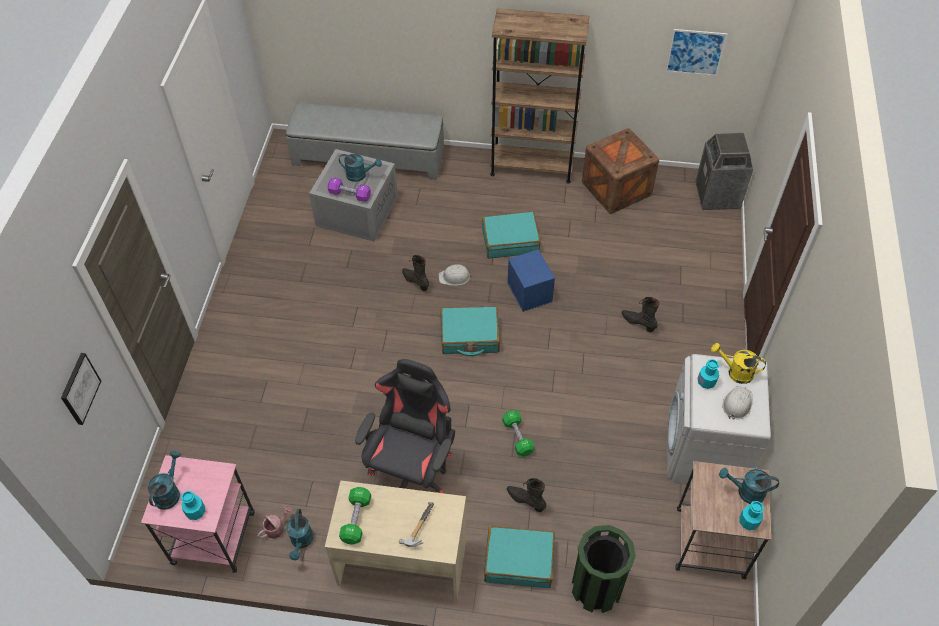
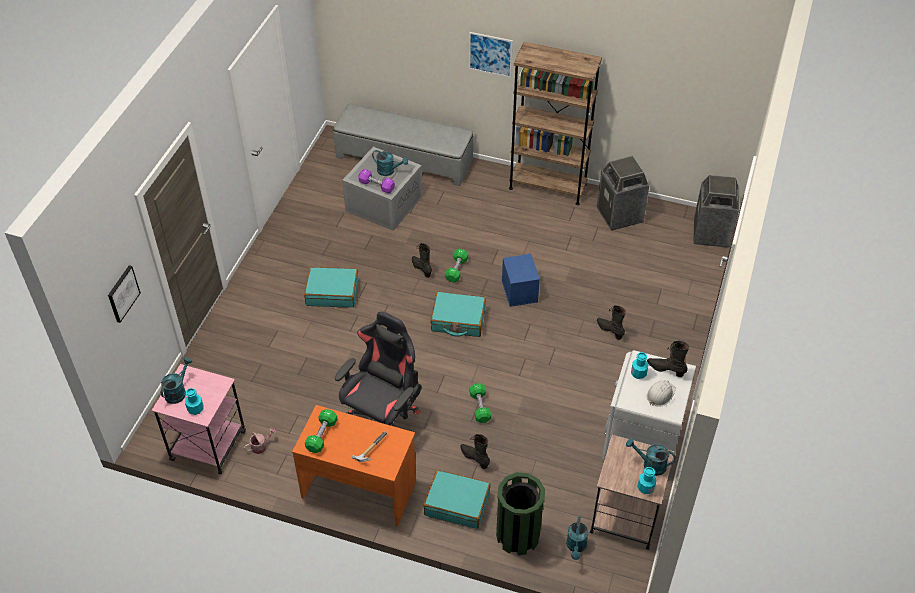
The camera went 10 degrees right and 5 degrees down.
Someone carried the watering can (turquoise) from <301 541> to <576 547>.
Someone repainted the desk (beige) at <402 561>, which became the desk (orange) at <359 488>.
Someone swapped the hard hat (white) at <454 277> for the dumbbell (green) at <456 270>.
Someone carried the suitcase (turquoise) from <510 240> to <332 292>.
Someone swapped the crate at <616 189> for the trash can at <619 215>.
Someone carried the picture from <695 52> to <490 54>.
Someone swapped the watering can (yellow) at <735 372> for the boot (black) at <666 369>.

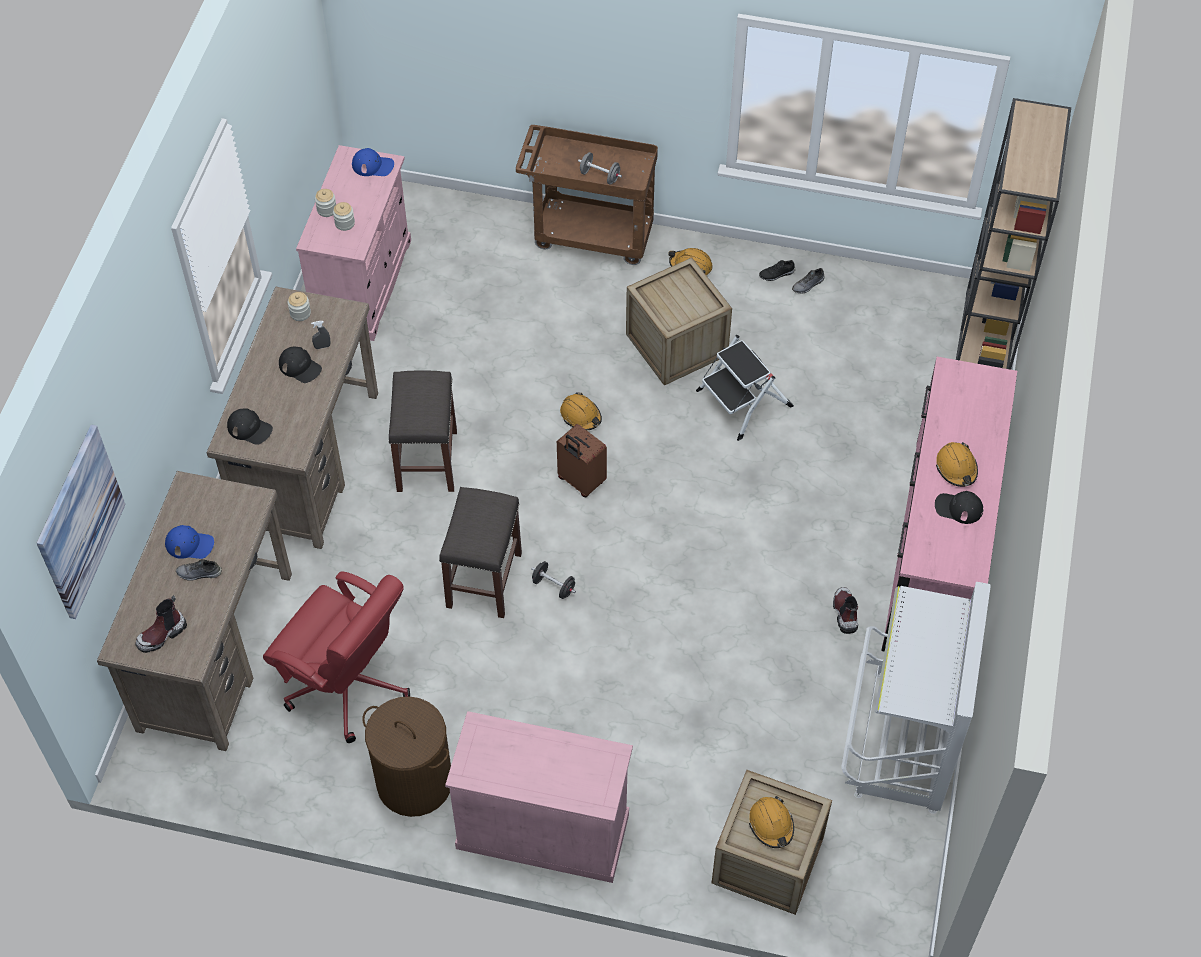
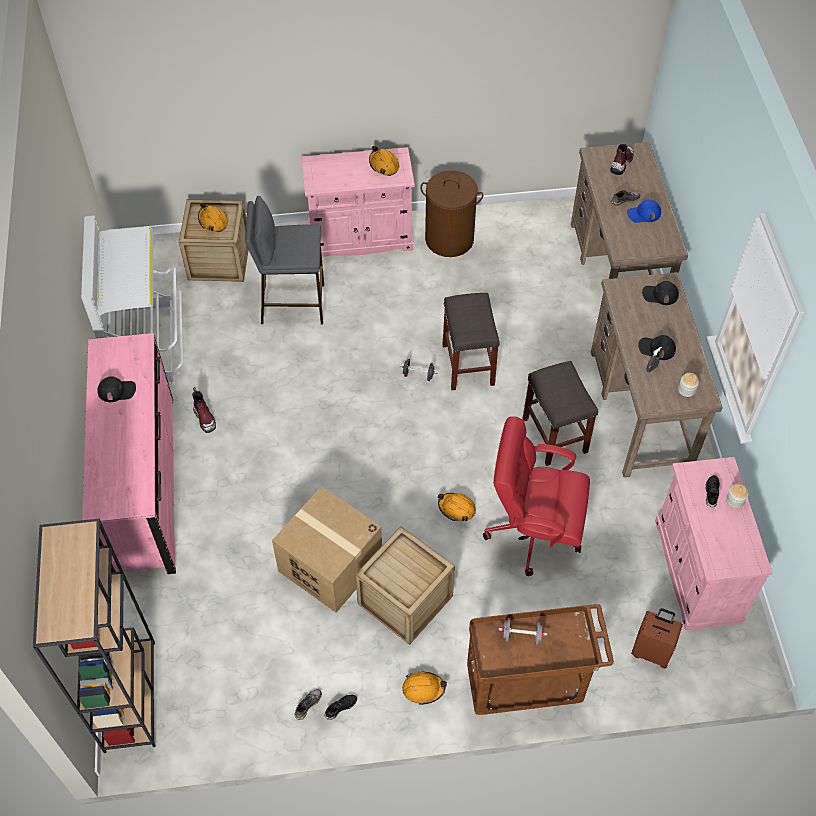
The camera went 160 degrees right and 0 degrees up.
Someone took away the picture at <79 522>.
Someone carried the office chair (red) from <347 684> to <534 531>.
Someone swapped the jar at <345 223> for the shoe (black) at <711 492>.
Someone took away the cap (blue) at <373 165>.
Someone carried the suitcase (brown) from <580 481> to <651 651>.
Someone swapped the step ladder at <744 400> for the cardboard box at <330 564>.
Someone carried the hard hat (orange) from <956 468> to <384 165>.
Someone put down the stool (grey) at <292 304>.

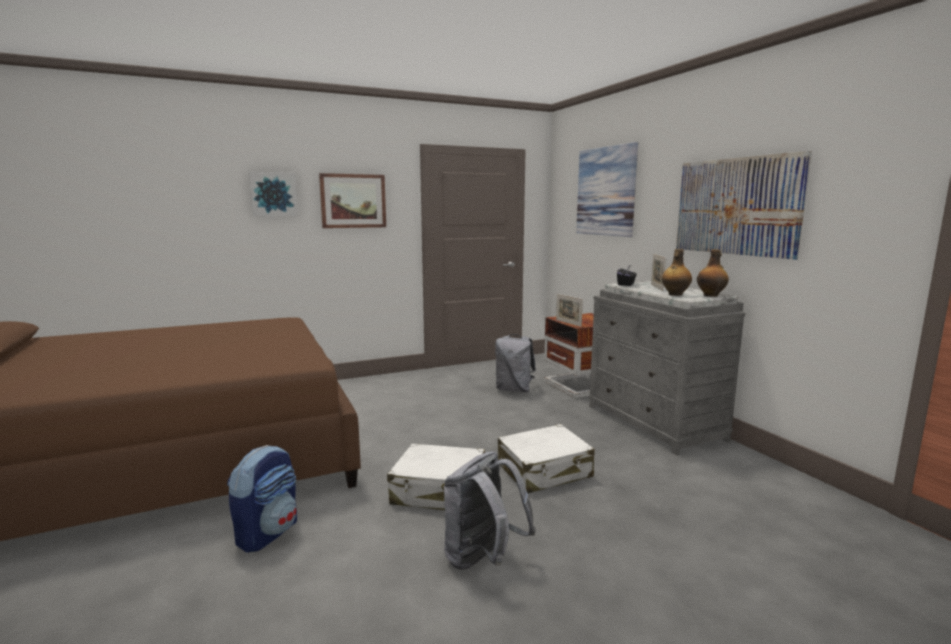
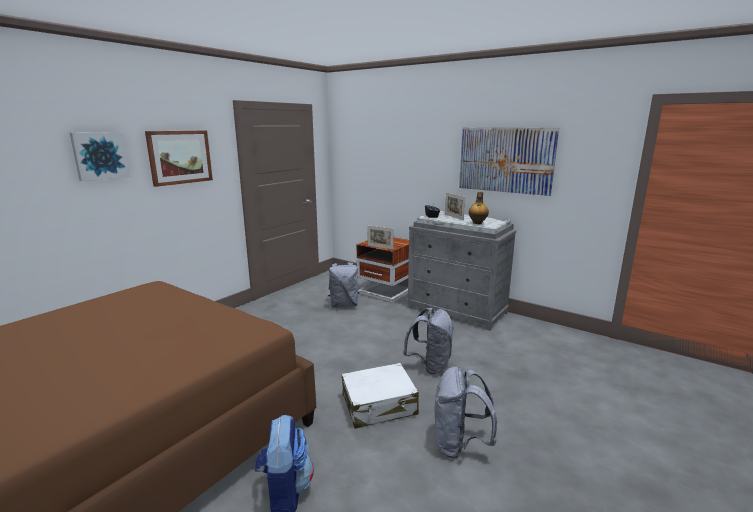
The camera went 30 degrees left and 5 degrees up.
Someone swapped the suitcase (white) at <544 471> for the backpack (grey) at <430 366>.
Someone took away the picture at <606 191>.
Someone took away the bottle at <711 295>.

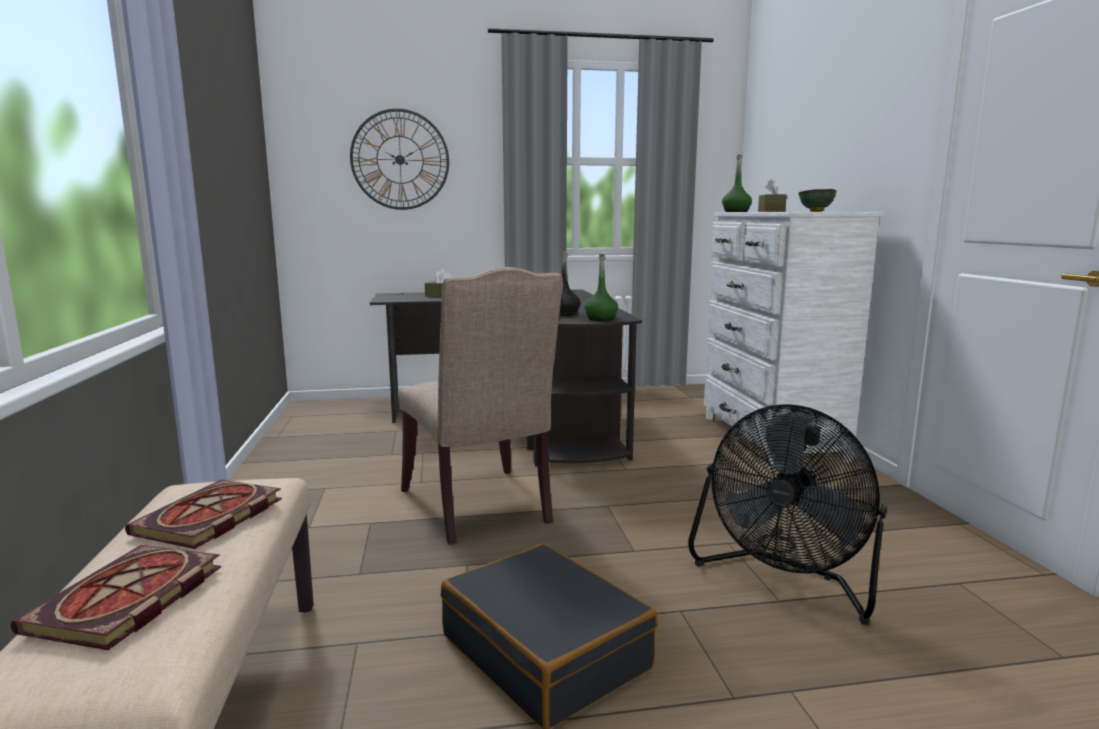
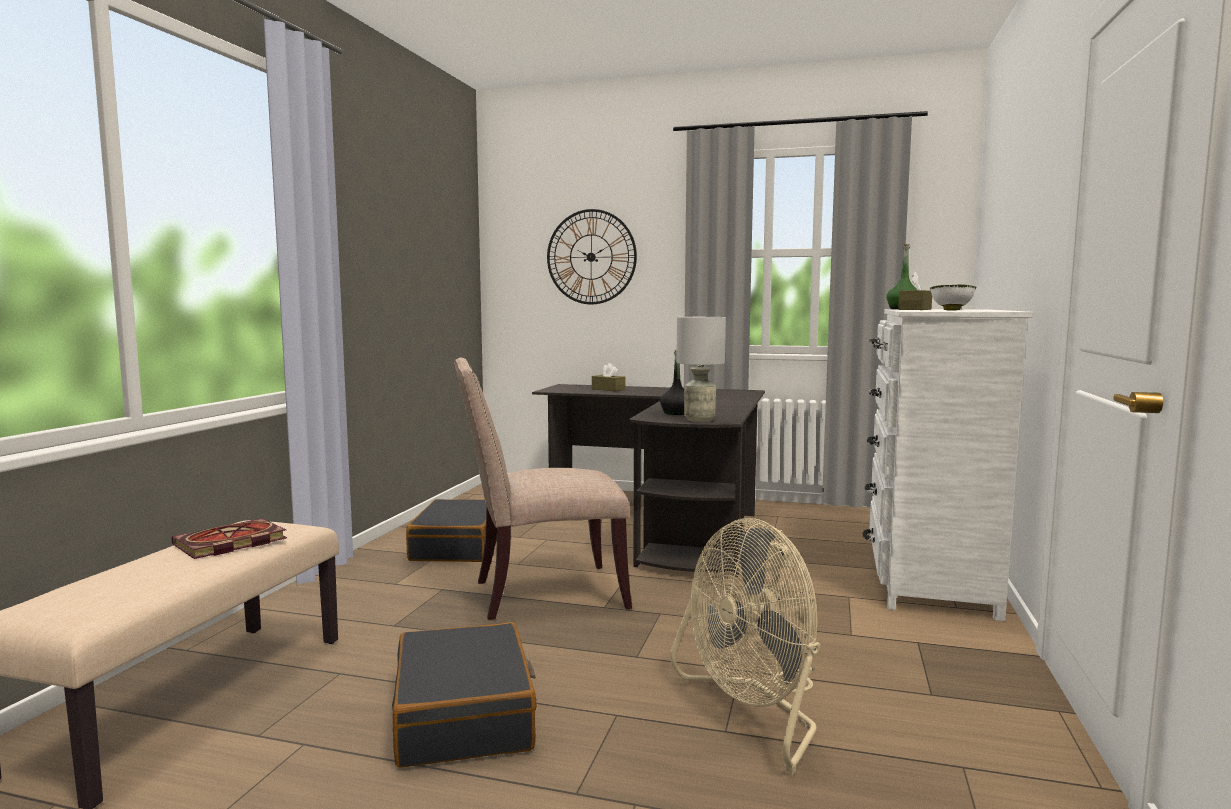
The camera went 25 degrees right and 5 degrees down.
Someone took away the book at <126 602>.
Someone rotated the chair (beige) at <480 508> by 75 degrees clockwise.
Someone swapped the bottle (green) at <601 319> for the table lamp (grey) at <700 420>.
Someone repainted the fan (black) at <781 575>, which became the fan (beige) at <757 710>.
Someone repainted the bowl (green) at <815 211>, which became the bowl (white) at <950 310>.
Someone put down the suitcase (black) at <457 546>.

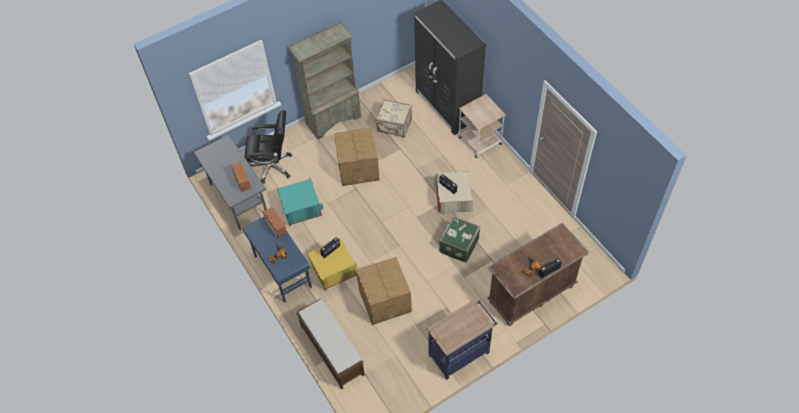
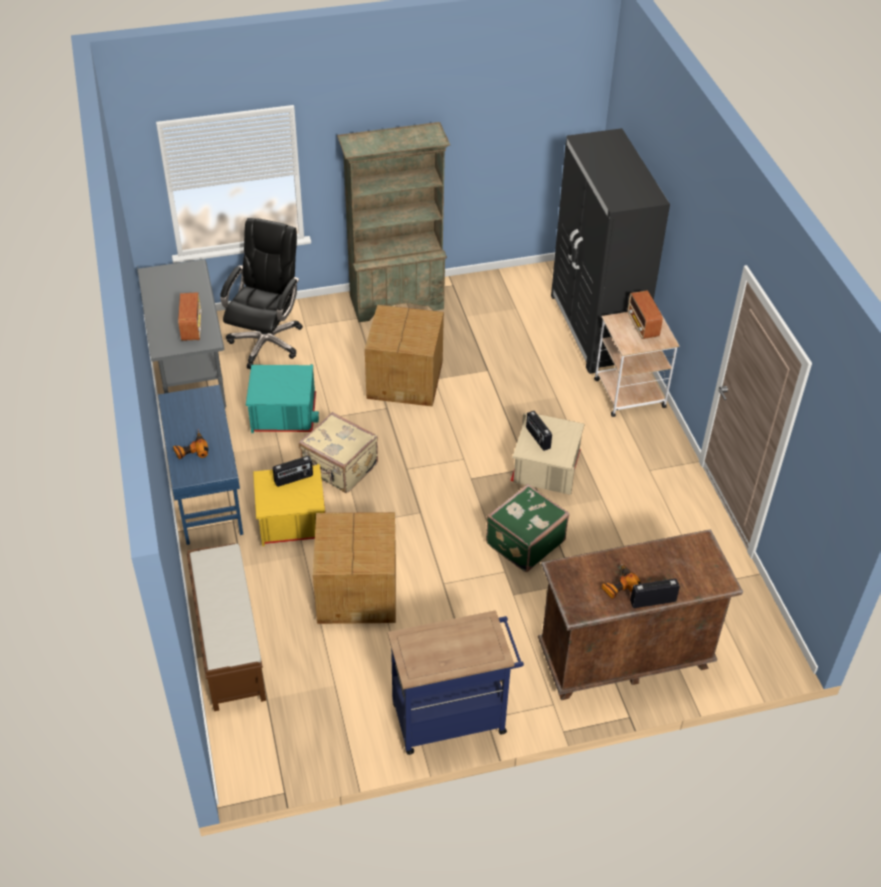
The camera went 15 degrees right and 10 degrees down.
Someone rotated the office chair (black) at <272 166> by 90 degrees counterclockwise.
Someone carried the radio from <276 227> to <642 326>.
Someone carried the suitcase (beige) from <394 126> to <339 468>.

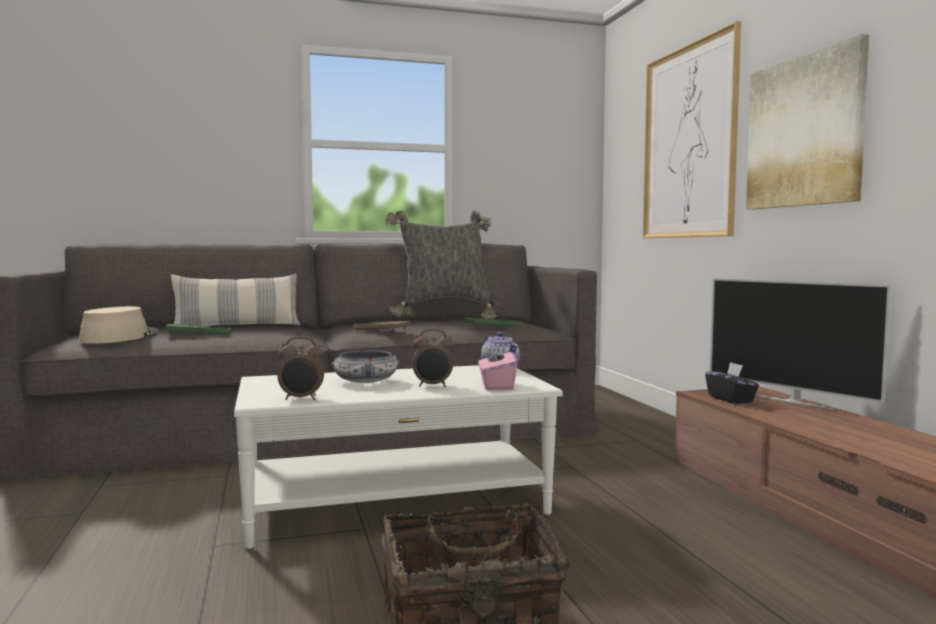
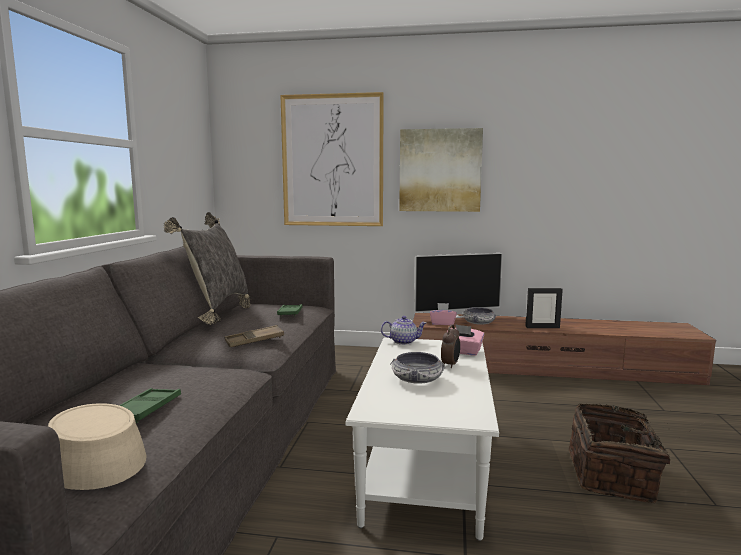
The camera went 65 degrees left and 5 degrees up.
Someone took away the pillow at <237 327>.
Someone took away the alarm clock at <301 399>.
Someone repainted the tissue box (black) at <731 399>, which became the tissue box (pink) at <442 323>.
Someone put down the bowl at <479 323>.
Someone put down the picture frame at <542 327>.

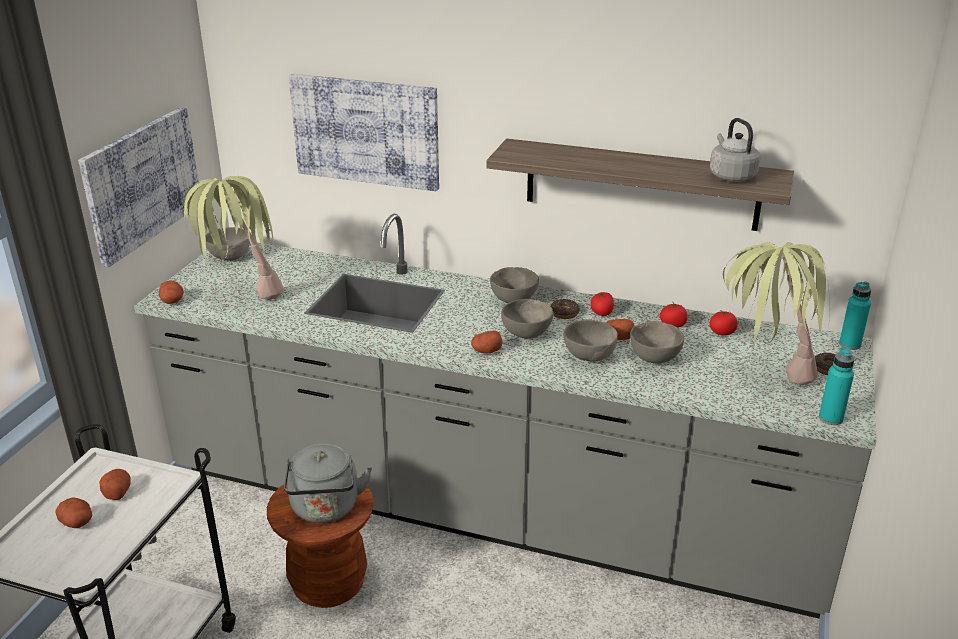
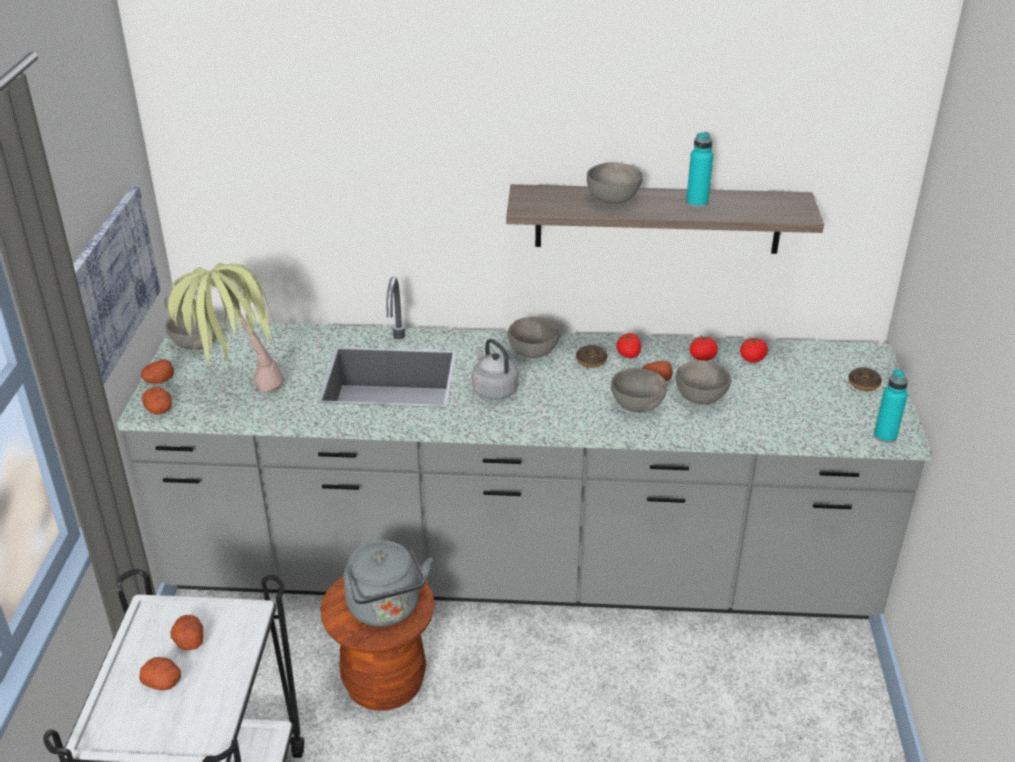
The camera went 15 degrees left and 5 degrees up.
Someone took away the picture at <366 131>.
Someone carried the potato from <486 351> to <159 380>.
Someone carried the bowl (grey) from <527 334> to <614 200>.
Someone carried the kettle (grey) from <730 176> to <493 389>.
Someone took away the potted plant at <763 378>.
Someone carried the bottle (turquoise) from <849 344> to <697 203>.

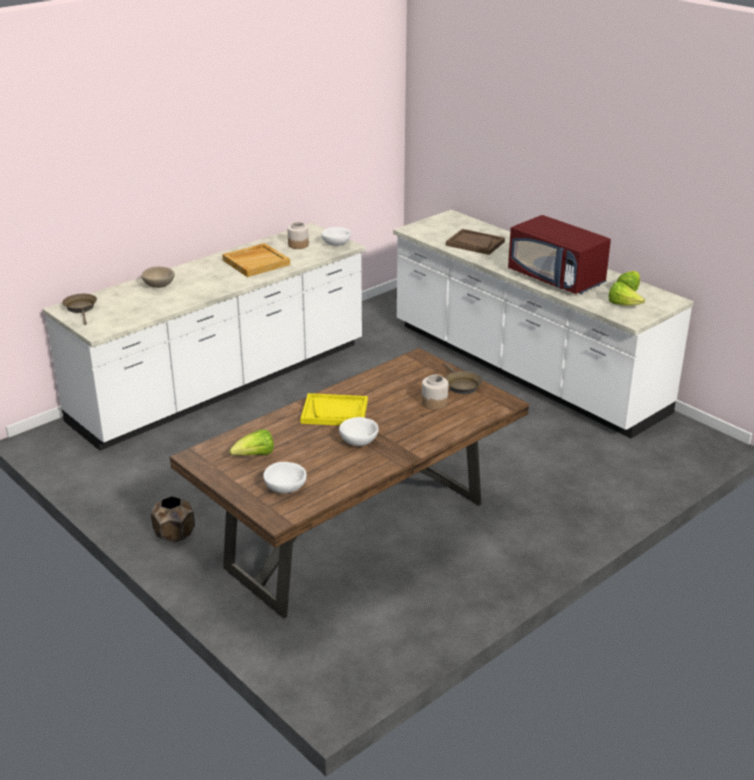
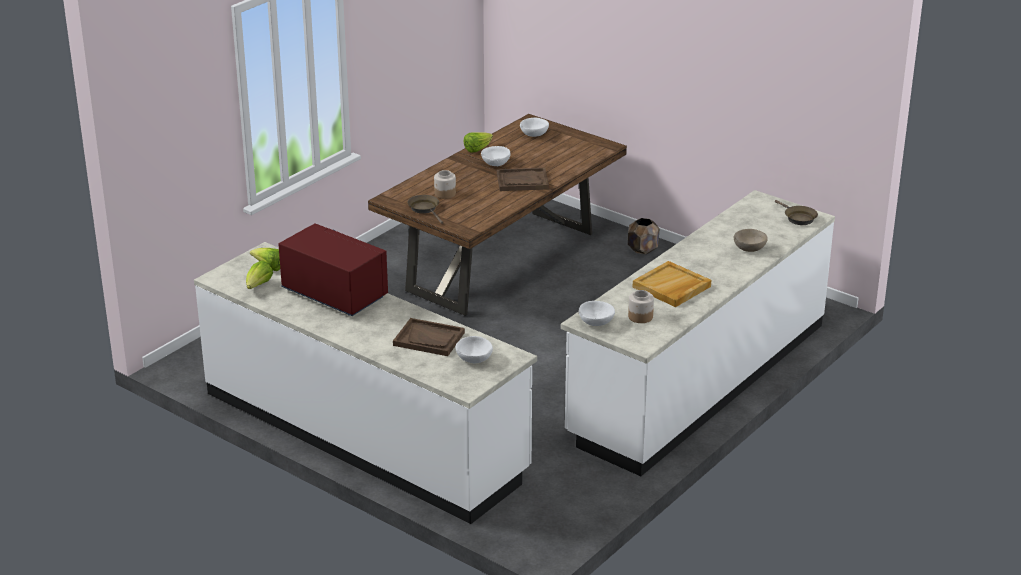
The camera went 170 degrees right and 0 degrees up.
Someone carried the lettuce from <255 456> to <477 149>.
Someone repainted the tray (yellow) at <335 412>, which became the tray (brown) at <522 181>.
Someone put down the bowl (white) at <473 359>.

